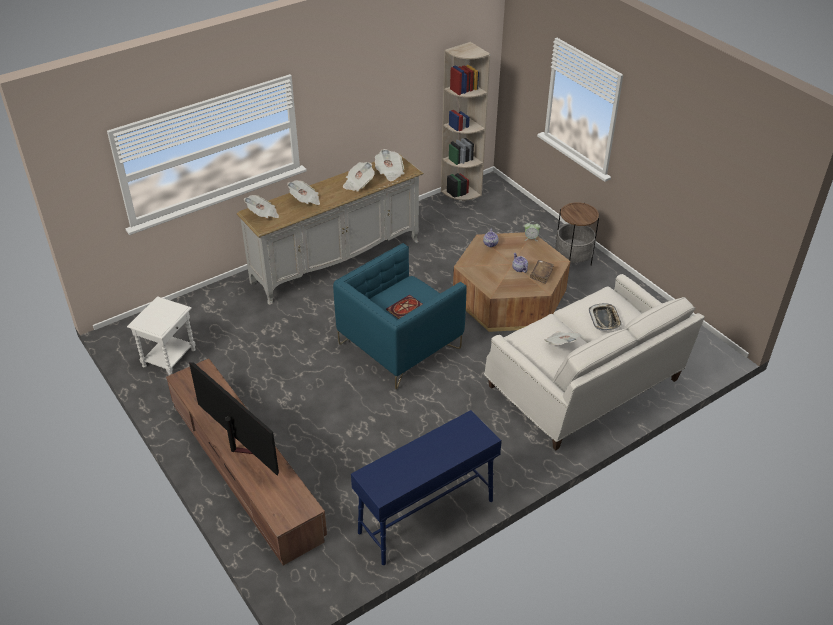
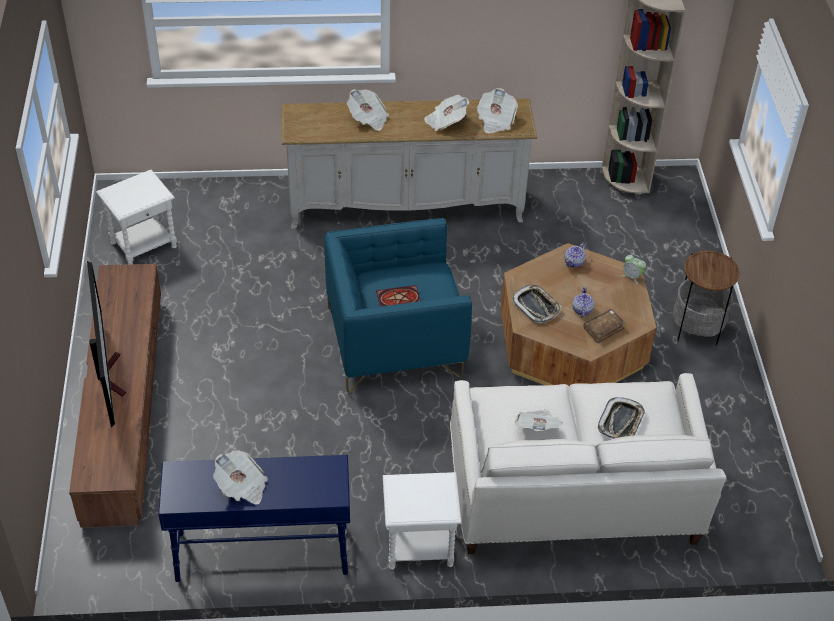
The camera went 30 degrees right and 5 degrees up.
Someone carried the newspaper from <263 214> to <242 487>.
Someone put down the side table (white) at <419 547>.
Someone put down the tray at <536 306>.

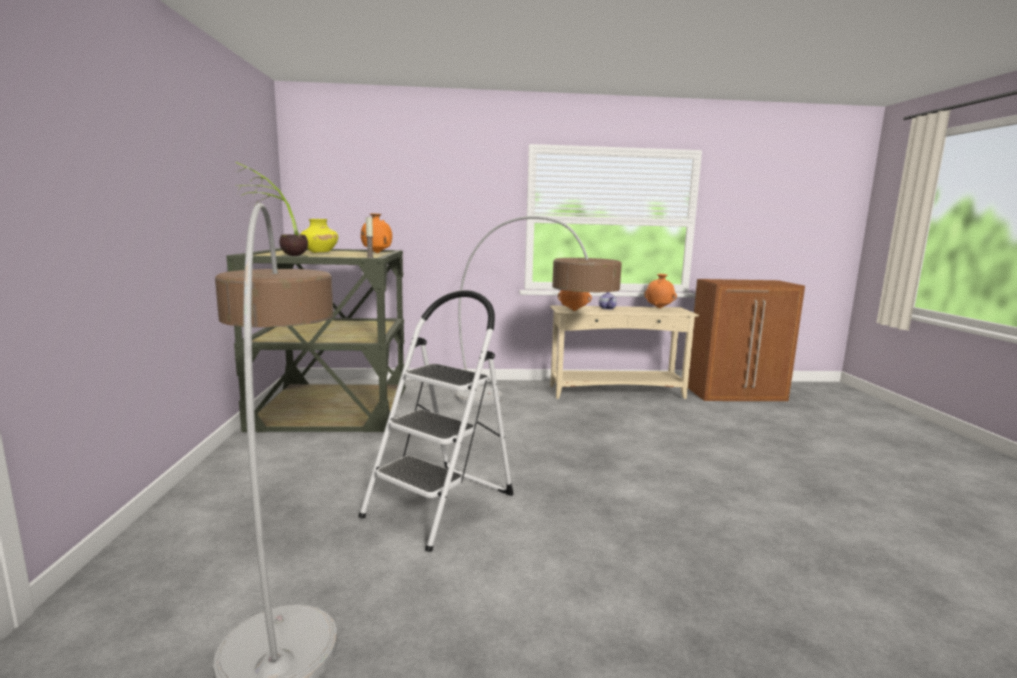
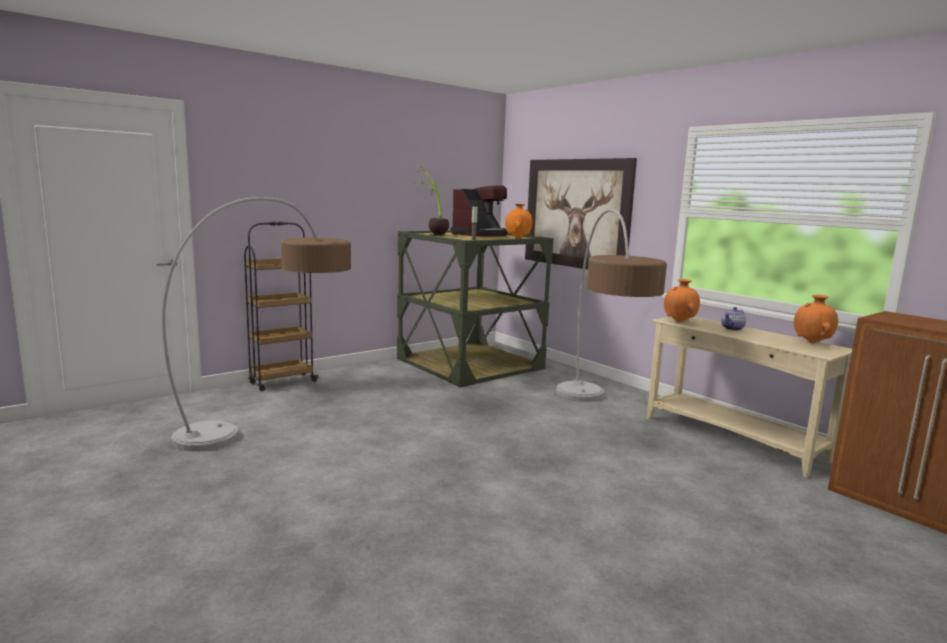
The camera went 55 degrees right and 0 degrees up.
Someone swapped the vase (yellow) at <320 252> for the coffee machine at <480 234>.
Someone took away the step ladder at <443 504>.
Someone put down the cart (brown) at <282 382>.
Someone put up the picture at <576 213>.

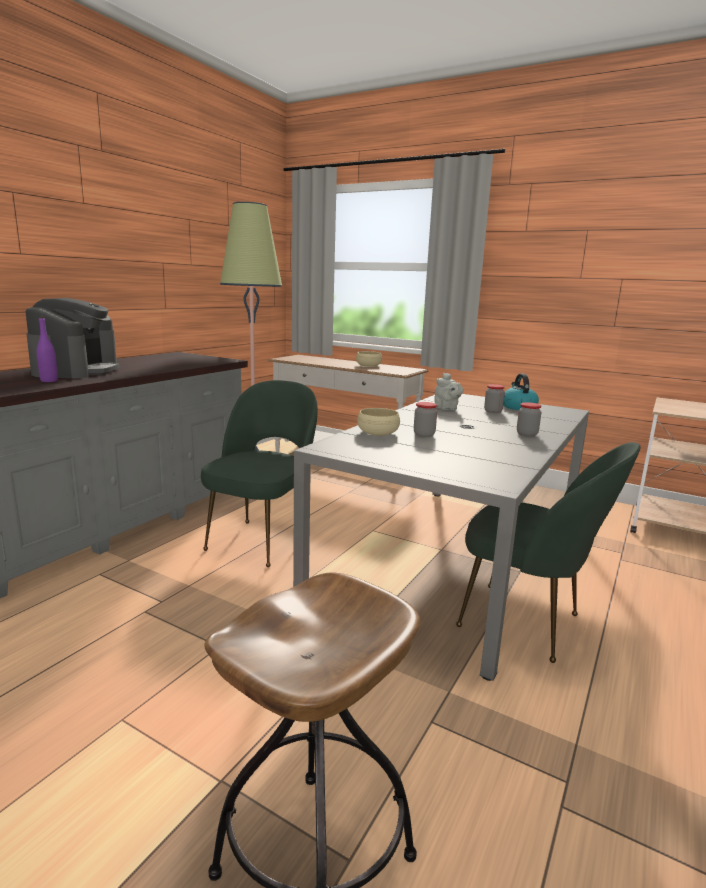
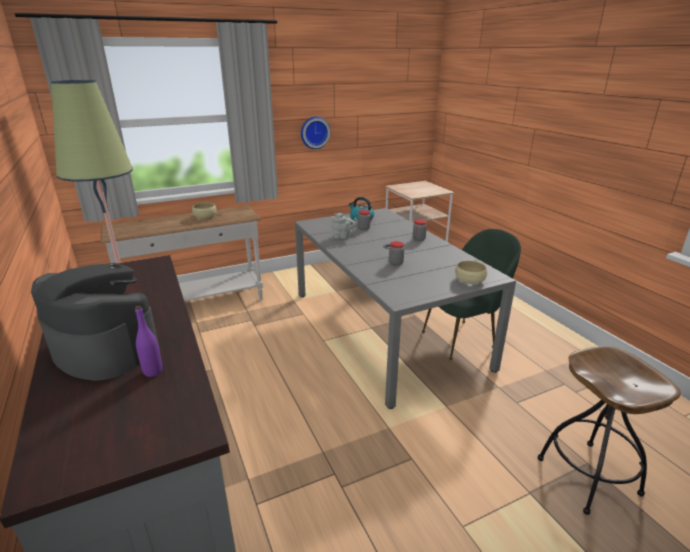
The camera went 55 degrees left and 10 degrees up.
Someone took away the chair (green) at <262 539>.
Someone carried the bowl (beige) from <378 433> to <470 280>.
Someone put up the wall clock at <314 132>.

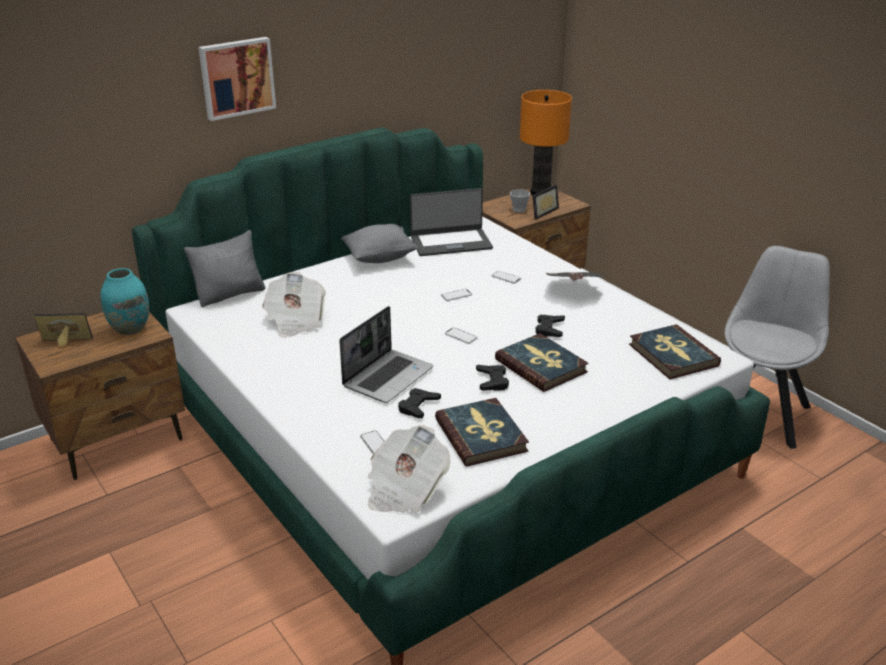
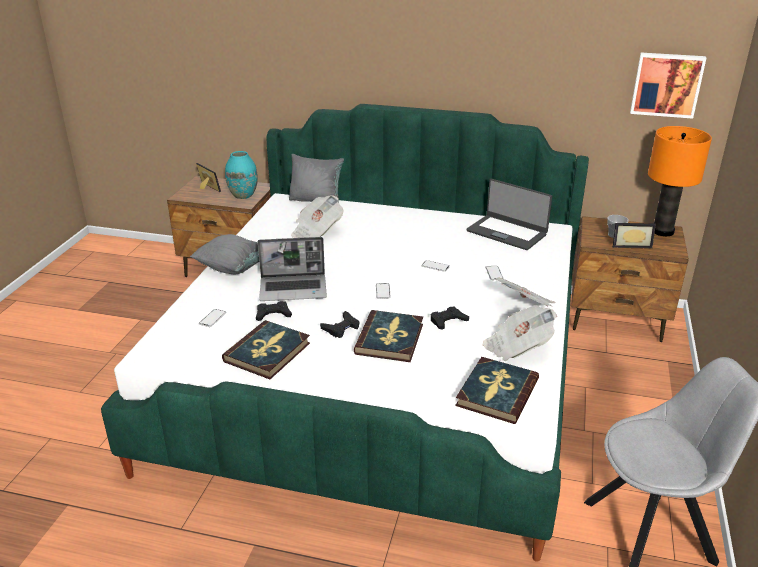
The camera went 50 degrees right and 0 degrees up.
Someone carried the picture from <236 77> to <666 84>.
Someone carried the pillow (grey) from <380 258> to <233 267>.
Someone carried the newspaper from <405 489> to <517 347>.

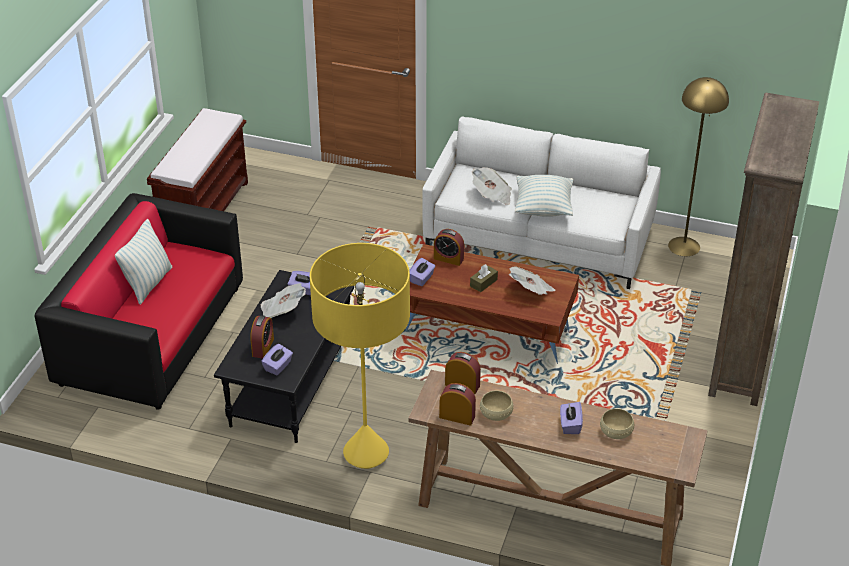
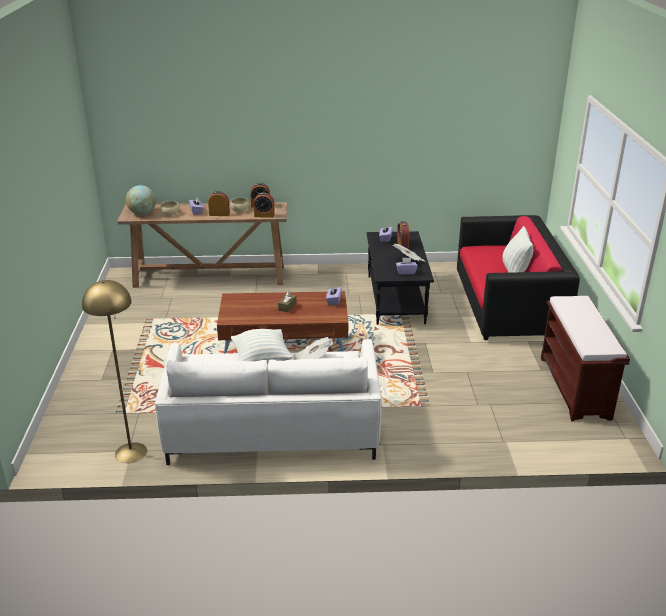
The camera went 160 degrees right and 10 degrees down.
Someone took away the floor lamp (yellow) at <366 455>.
Someone carried the alarm clock from <448 259> to <219 214>.
Someone took away the newspaper at <531 291>.
Someone took away the bookcase (brown) at <741 360>.
Someone put down the globe at <142 213>.

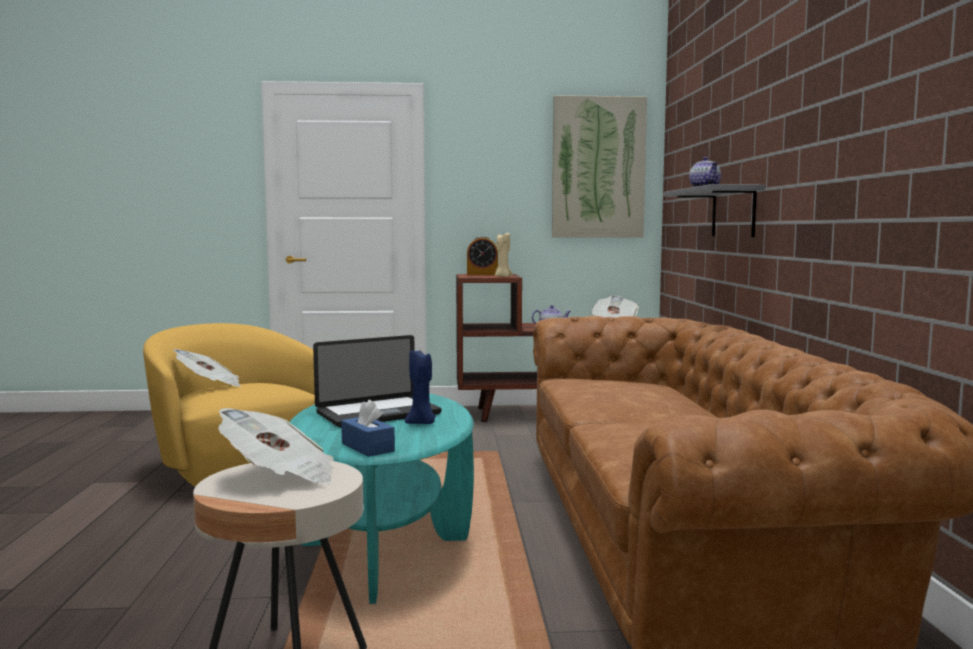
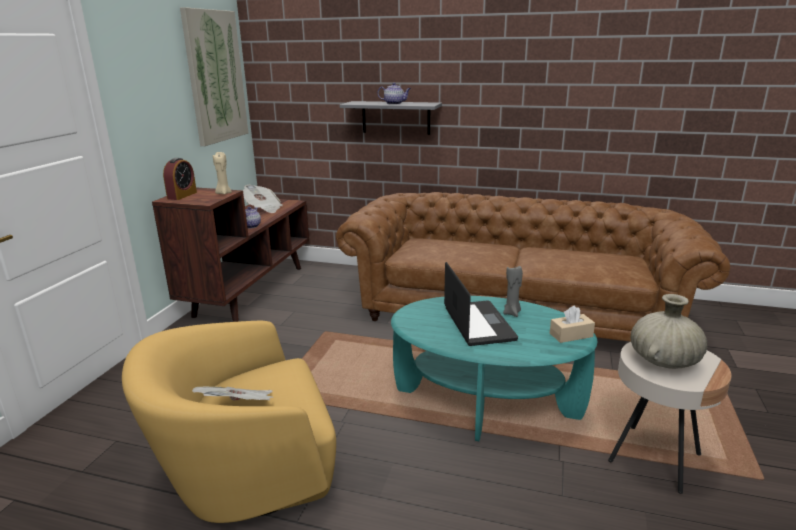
The camera went 70 degrees left and 15 degrees up.
Someone swapped the newspaper at <281 476> for the vase (beige) at <663 361>.
Someone repainted the tissue box (blue) at <367 447>, which became the tissue box (beige) at <571 335>.
Someone repainted the candle (blue) at <422 423>, which became the candle (grey) at <512 313>.

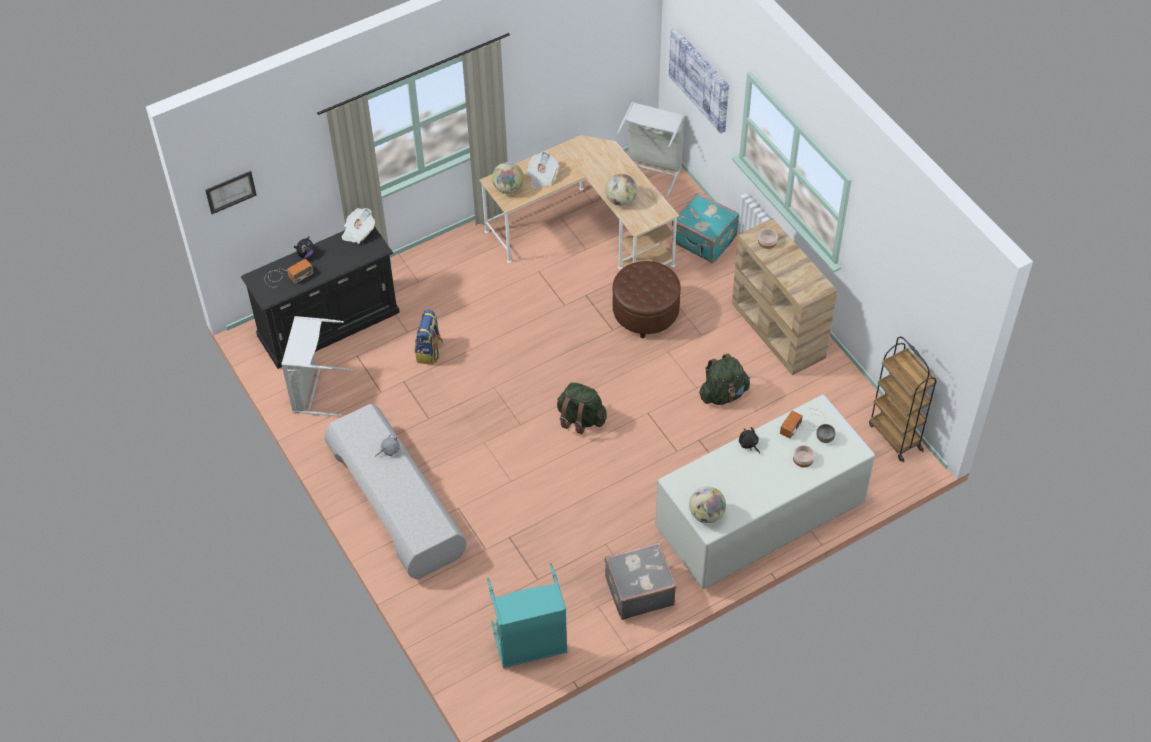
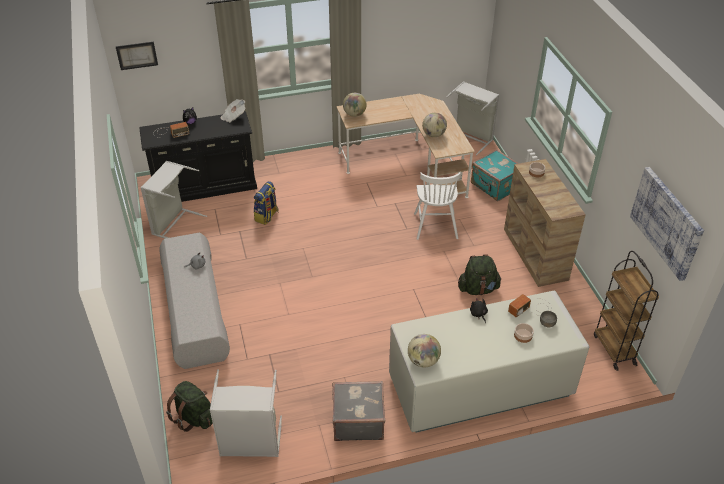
The camera went 15 degrees right and 10 degrees down.
Someone repainted the laundry basket (turquoise) at <530 645>, which became the laundry basket (grey) at <250 443>.
Someone took away the newspaper at <542 176>.
Someone carried the backpack (green) from <580 419> to <194 417>.
Someone swapped the ottoman (brown) at <645 314> for the chair (white) at <435 223>.
Someone carried the picture from <700 79> to <667 222>.

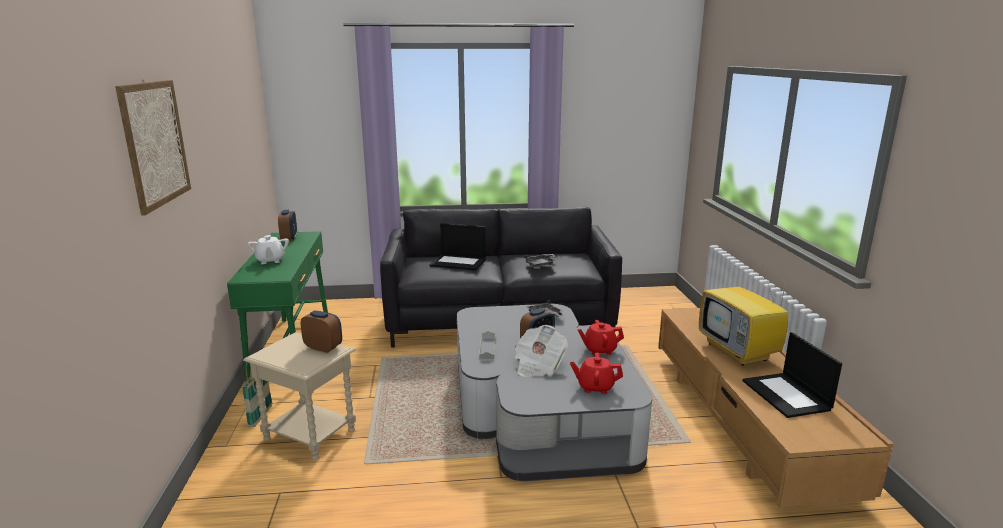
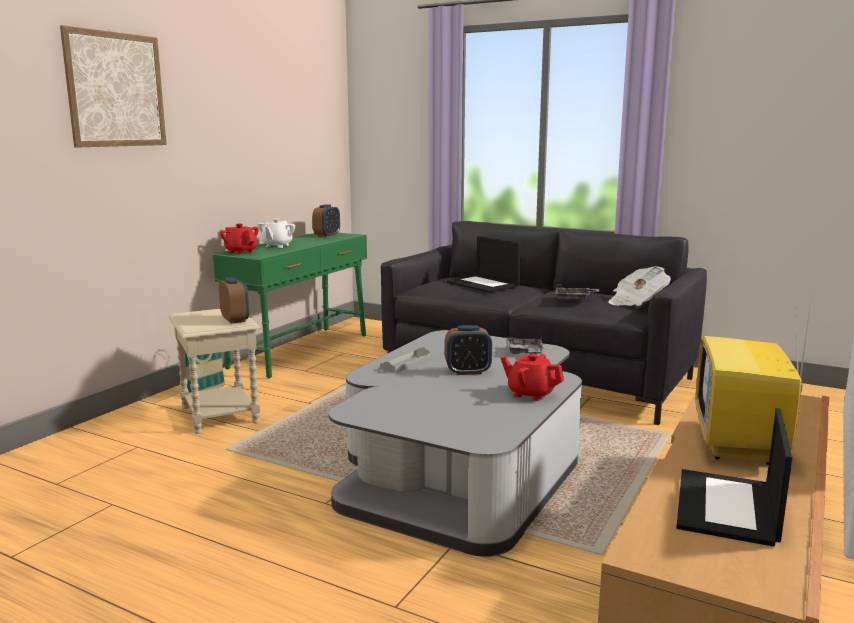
The camera went 35 degrees right and 5 degrees down.
Someone carried the newspaper from <538 365> to <636 302>.
Someone carried the teapot (red) from <595 387> to <241 252>.

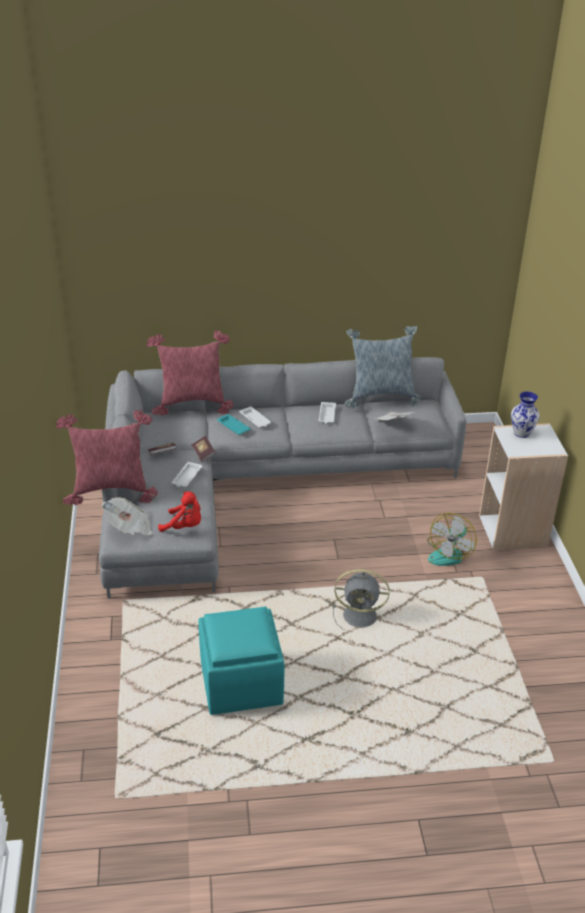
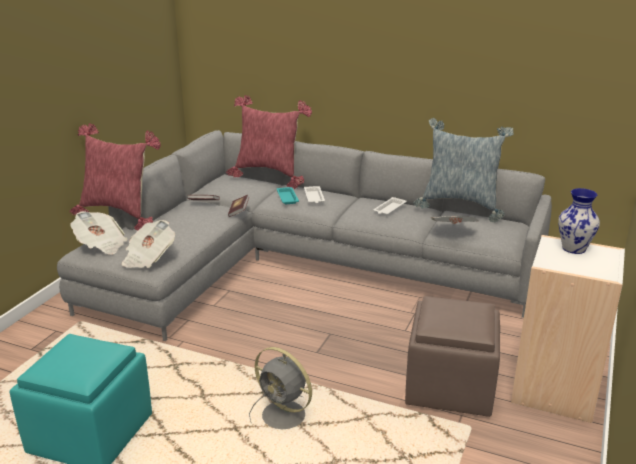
The camera went 30 degrees right and 10 degrees down.
Someone swapped the plush toy (red) at <184 526> for the newspaper at <148 258>.
Someone took away the tray (white) at <186 477>.
Someone swapped the fan at <449 553> for the ottoman (brown) at <450 387>.

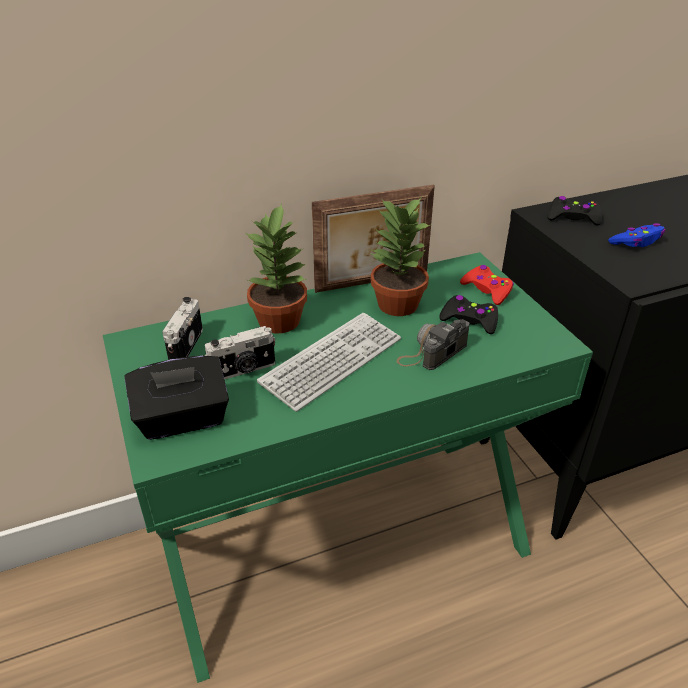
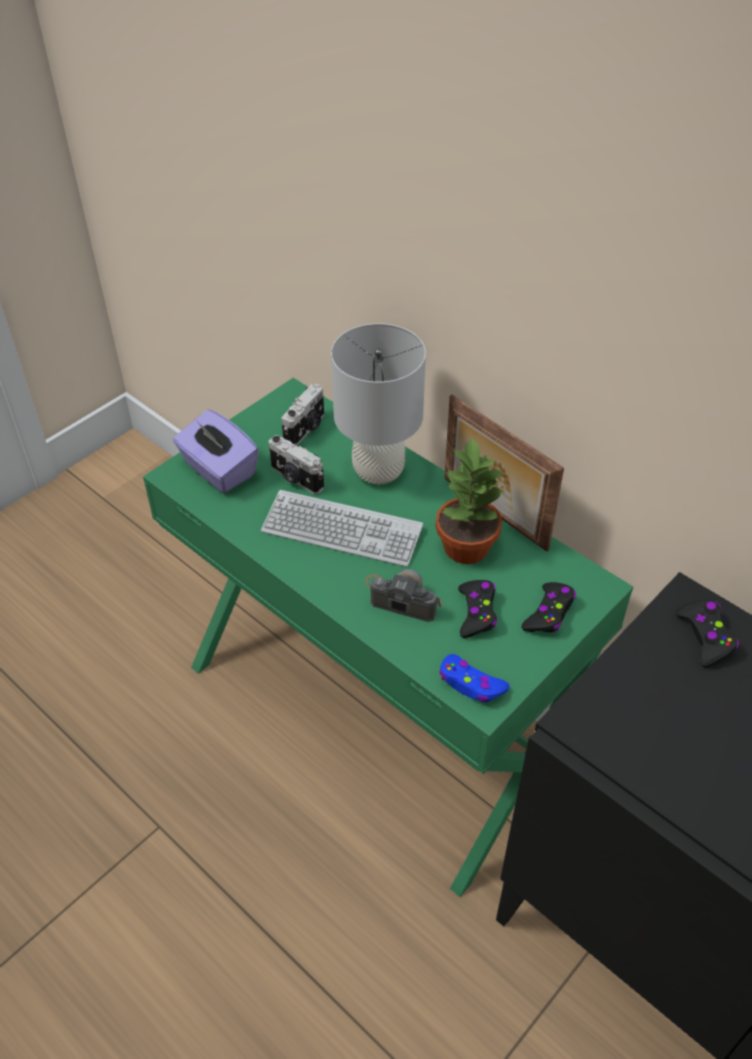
The camera went 65 degrees right and 10 degrees up.
Someone repainted the tissue box (black) at <183 419>, which became the tissue box (purple) at <218 470>.
Someone rotated the photo camera at <184 346> by 135 degrees clockwise.
Someone swapped the potted plant at <280 321> for the table lamp (grey) at <380 473>.
Someone repainted the game controller (red) at <487 290>, which became the game controller (black) at <549 613>.
Someone carried the game controller (blue) from <636 242> to <471 684>.

